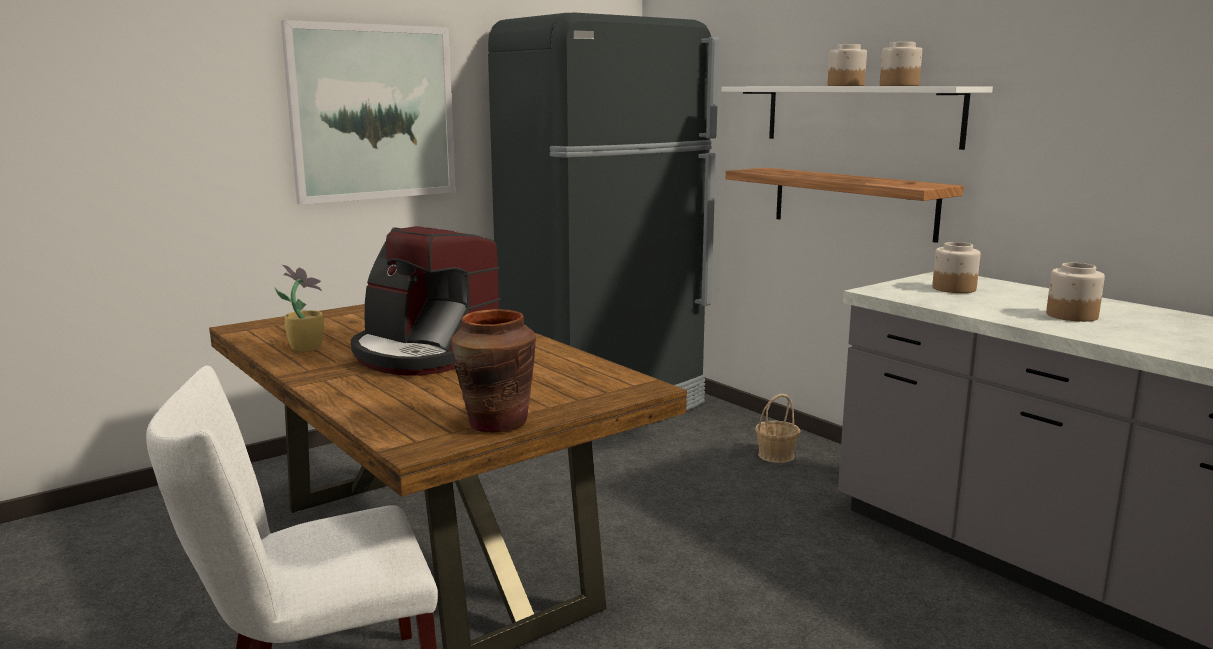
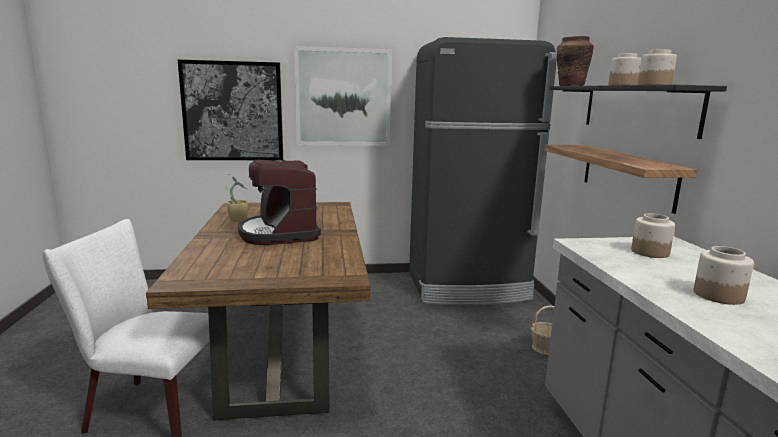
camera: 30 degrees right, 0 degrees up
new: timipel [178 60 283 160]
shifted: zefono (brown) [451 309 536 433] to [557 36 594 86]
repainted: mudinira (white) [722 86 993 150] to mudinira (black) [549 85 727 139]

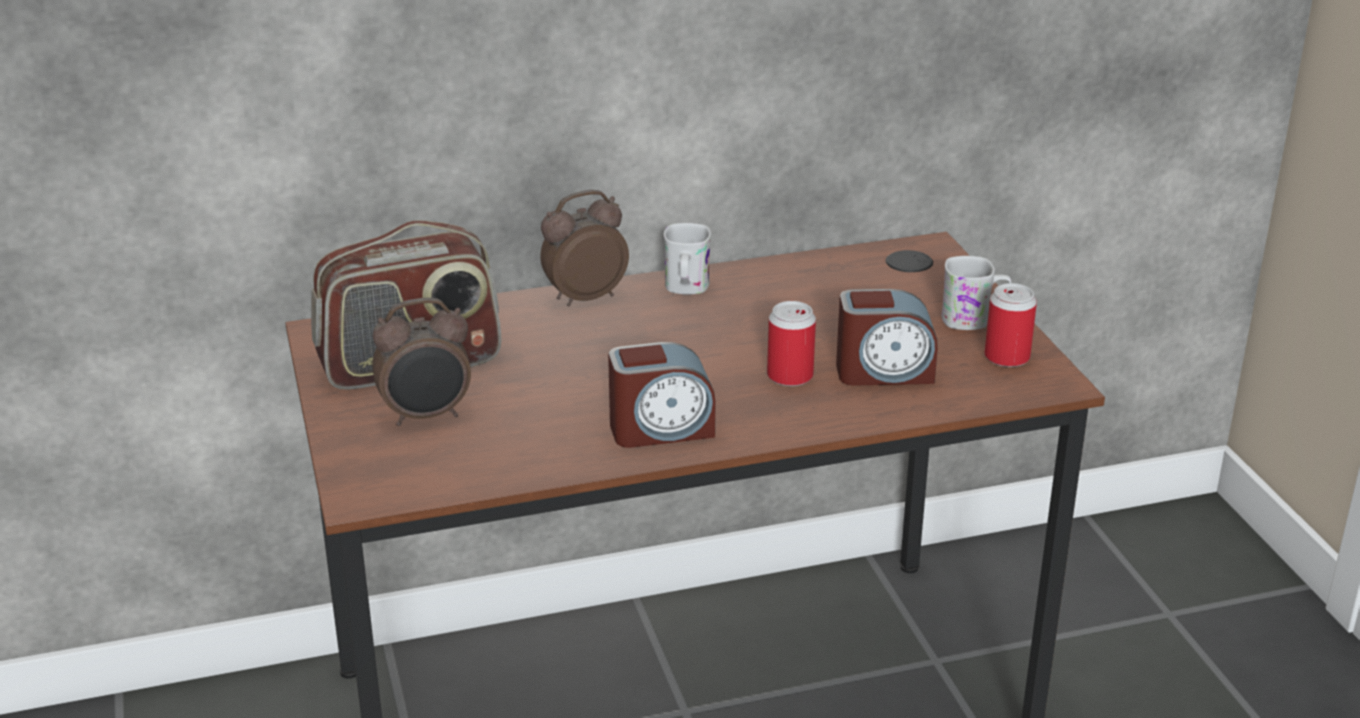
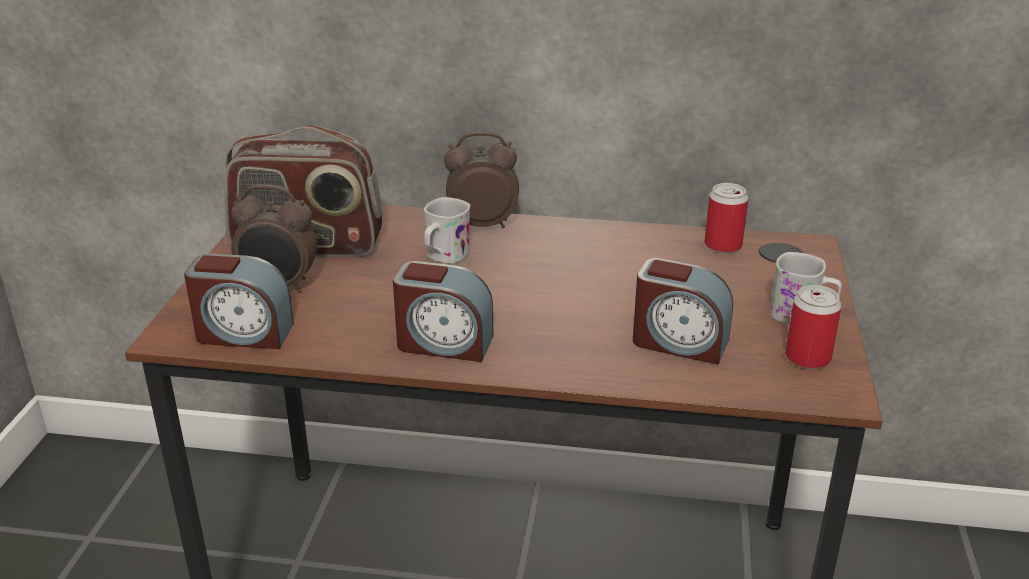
camera: 25 degrees right, 0 degrees up
new: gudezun [184 254 294 349]
shifted: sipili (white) [663 223 711 295] to [424 197 470 264]; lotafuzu [767 301 816 386] to [704 183 748 253]

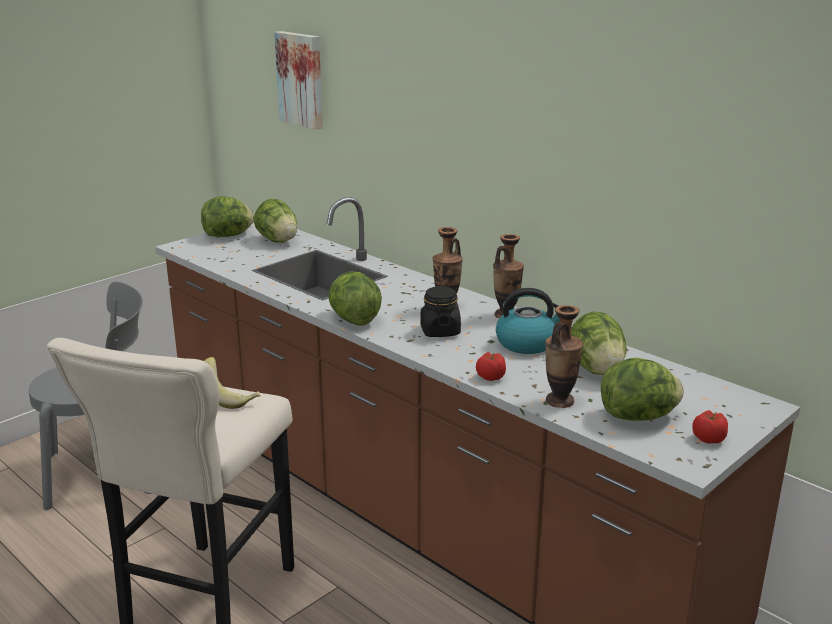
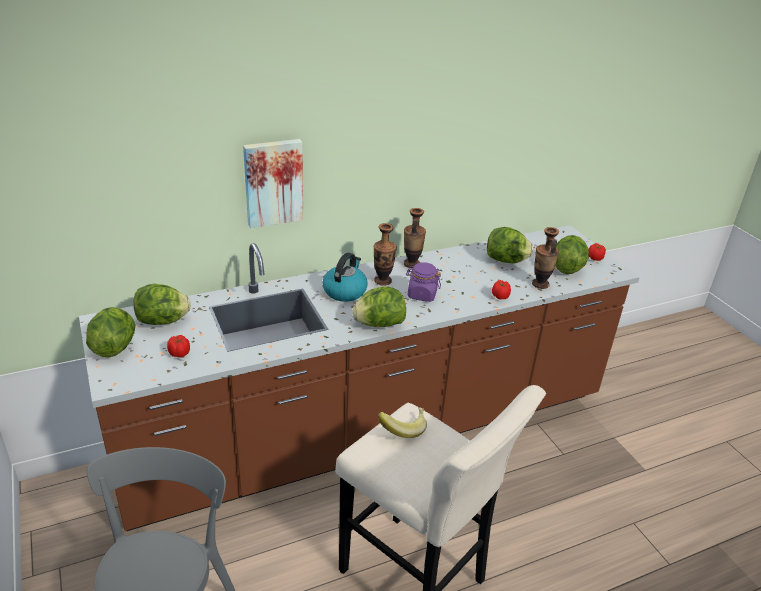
camera: 70 degrees left, 10 degrees up
new: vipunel [167 335 190 357]
shifted: timipel [274 31 323 130] to [243 139 303 228]; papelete [496 288 560 354] to [322 253 368 302]
repainted: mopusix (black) [421 286 461 337] to mopusix (purple) [406 262 441 302]

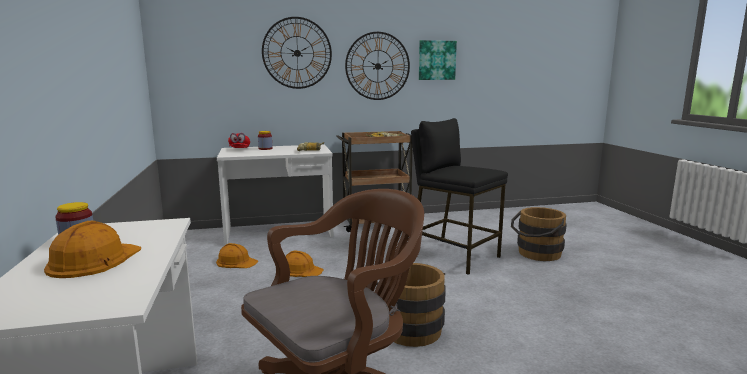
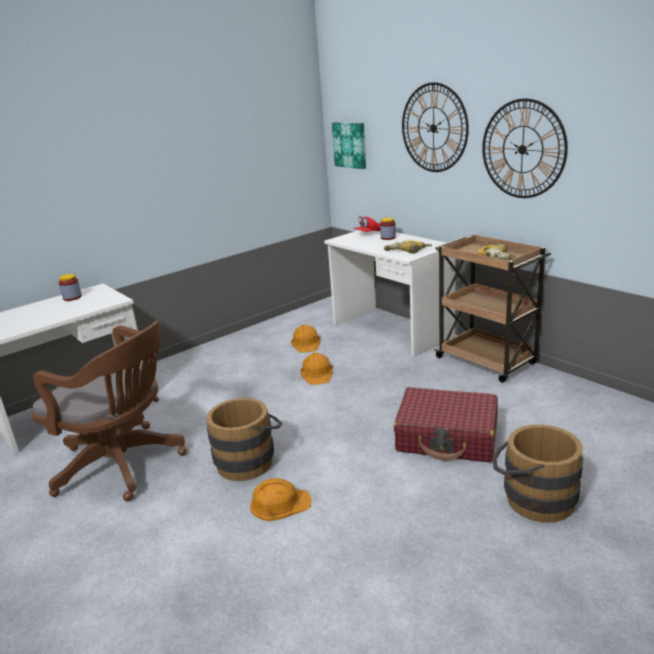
camera: 65 degrees right, 10 degrees up
shifted: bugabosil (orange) [44 221 141 278] to [250 478 311 521]; timipel [419 40 457 80] to [332 122 366 169]
swapped: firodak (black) [411 118 508 275] to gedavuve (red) [394 387 498 462]

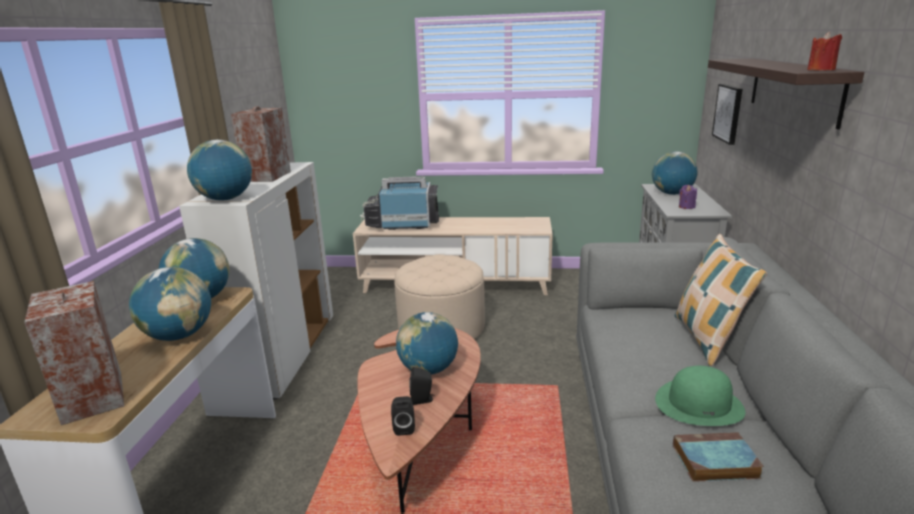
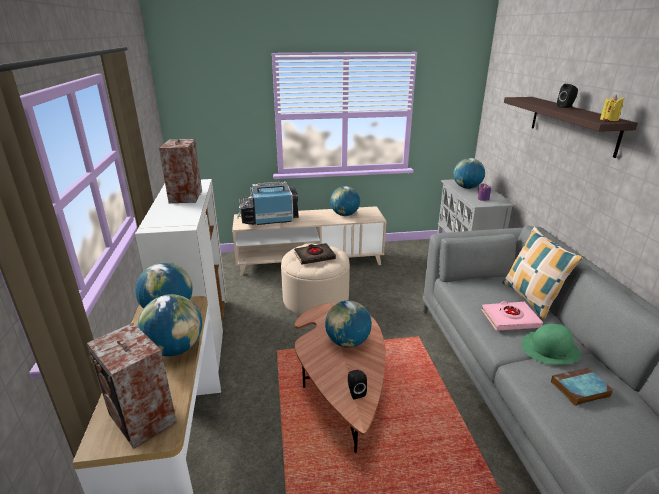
camera: 15 degrees left, 5 degrees up
gone: timipel [712 84 743 145]
new: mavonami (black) [294 243 336 265]; mavonami (pink) [481 301 543 331]
shifted: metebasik [187 140 252 201] to [330 186 360 216]; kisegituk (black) [409 367 435 405] to [557 84 578 108]
repainted: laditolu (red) [807 32 842 70] to laditolu (yellow) [600 95 624 121]

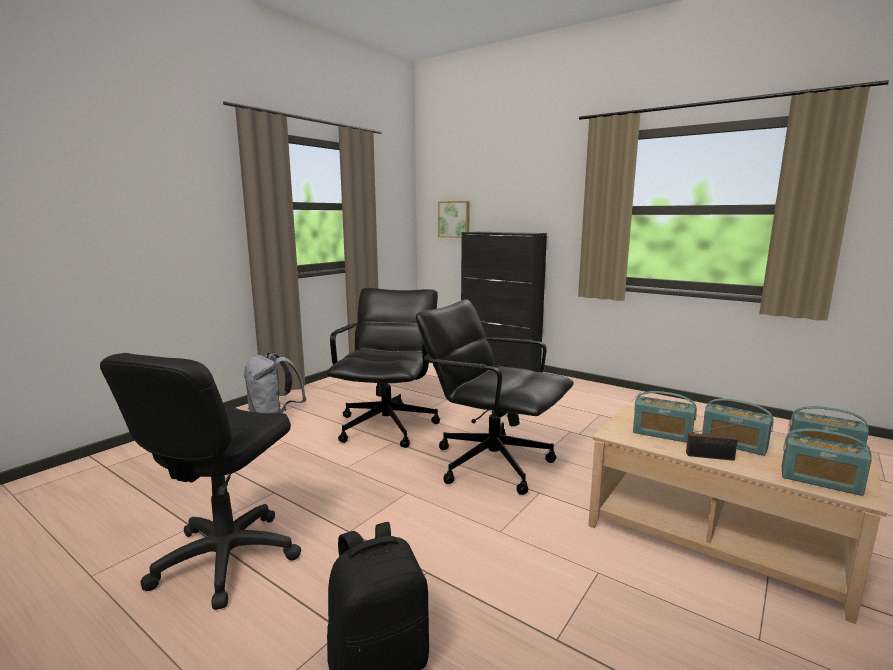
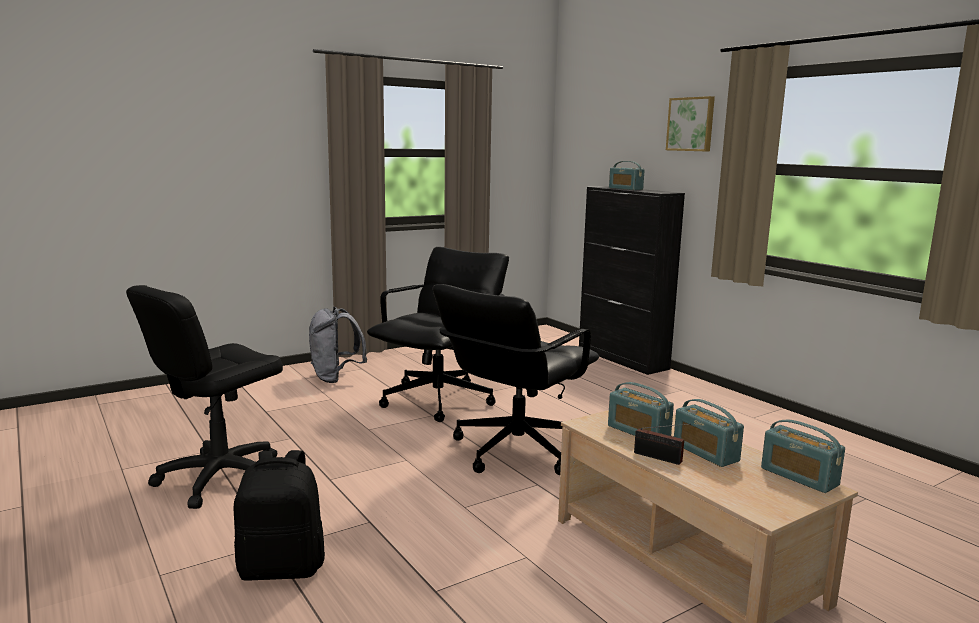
camera: 20 degrees right, 0 degrees up
shifted: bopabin [782 428 872 496] to [609 161 645 190]; timipel [438 201 470 238] to [666 96 715 152]
rotated: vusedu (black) [416 299 574 495] = [433 284 599 475] 105 degrees counterclockwise

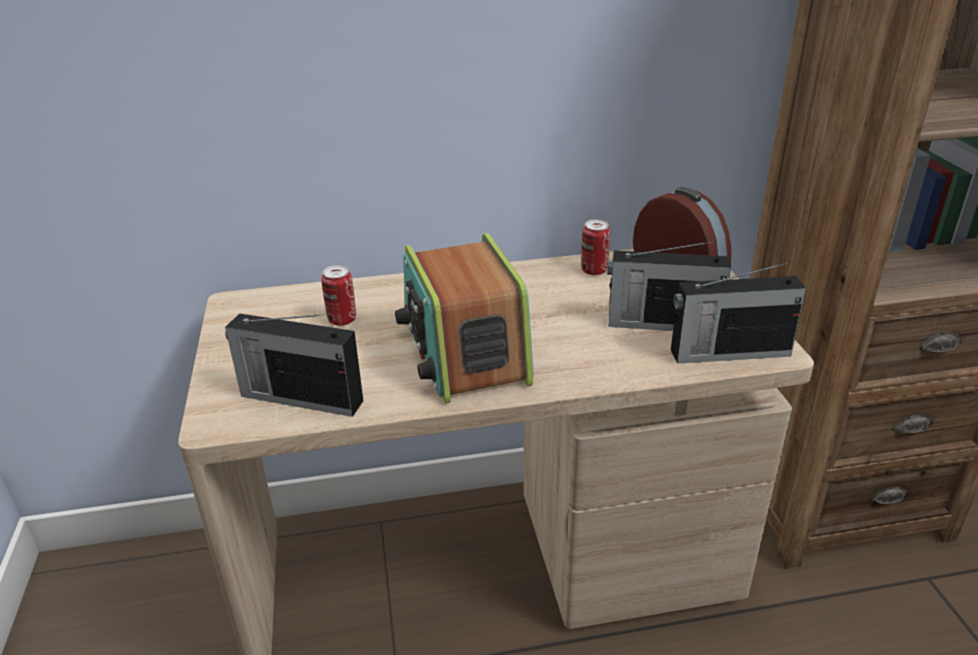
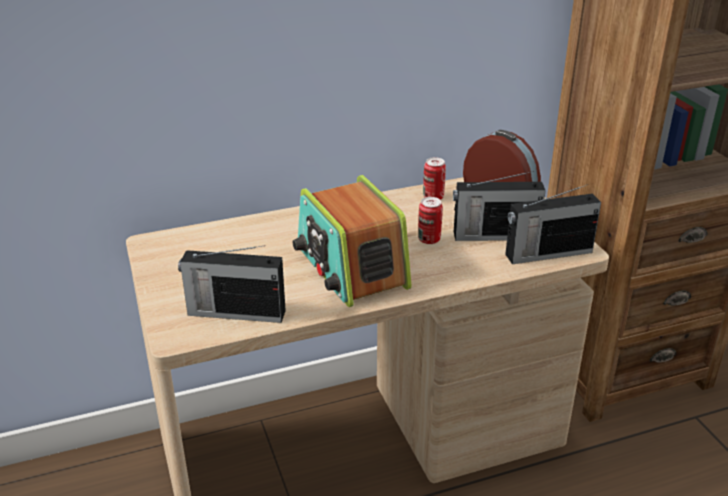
camera: 10 degrees left, 0 degrees up
shifted: lotafuzu [321 265 356 326] to [418 197 443 244]

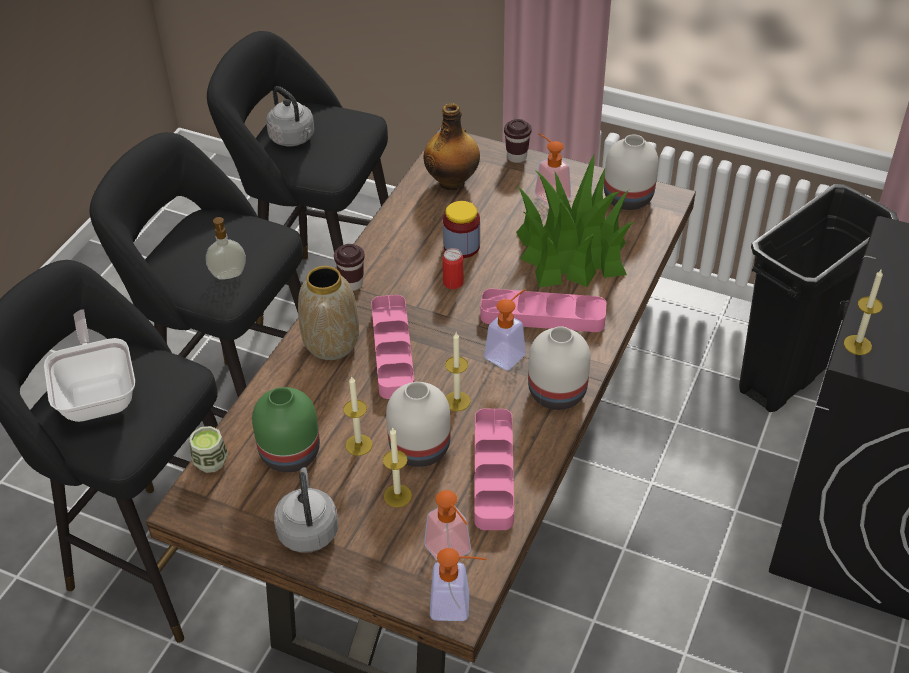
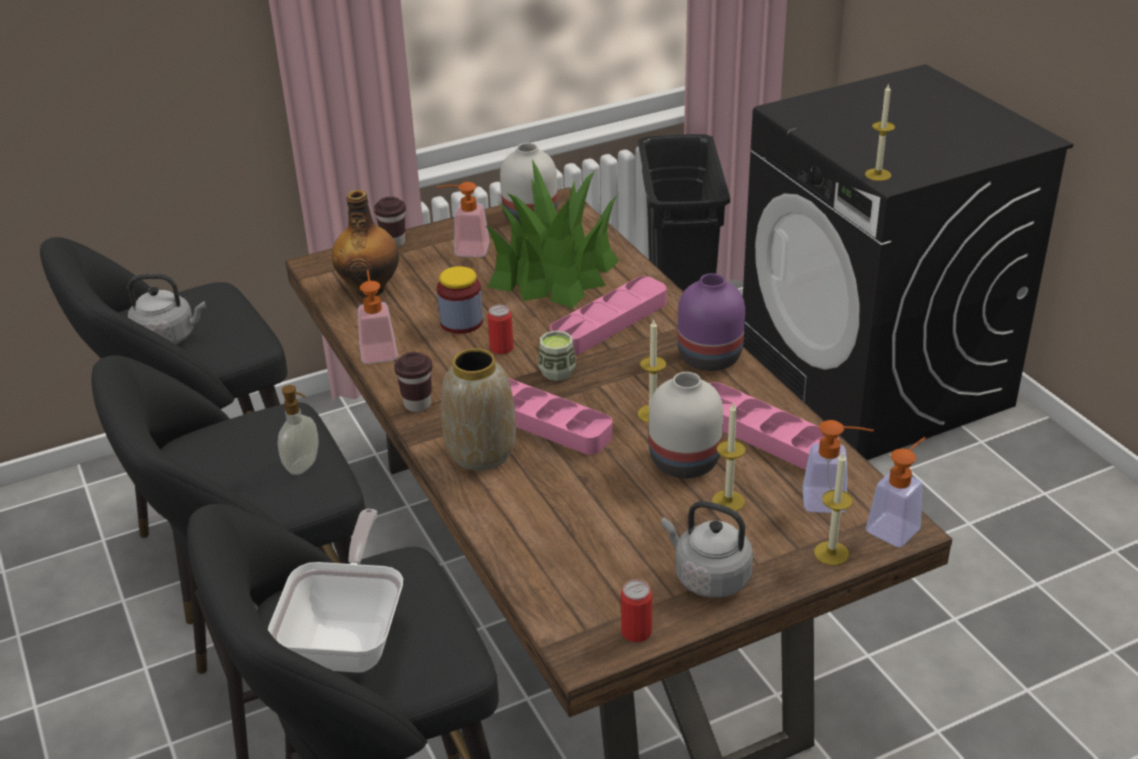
camera: 50 degrees left, 10 degrees down
gone: zefono (green) [252 387 320 473]
new: lotafuzu [621 580 652 642]
shifted: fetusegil [484 289 526 370] to [358 270 398 364]; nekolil [189 426 228 473] to [538 331 576 381]; laditolu [343 377 373 456] to [814 453 853 565]
repainted: zefono (white) [528 326 590 410] to zefono (purple) [678 273 745 371]
rotated: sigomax [44 310 135 422] = [268 509 403 673] 75 degrees clockwise

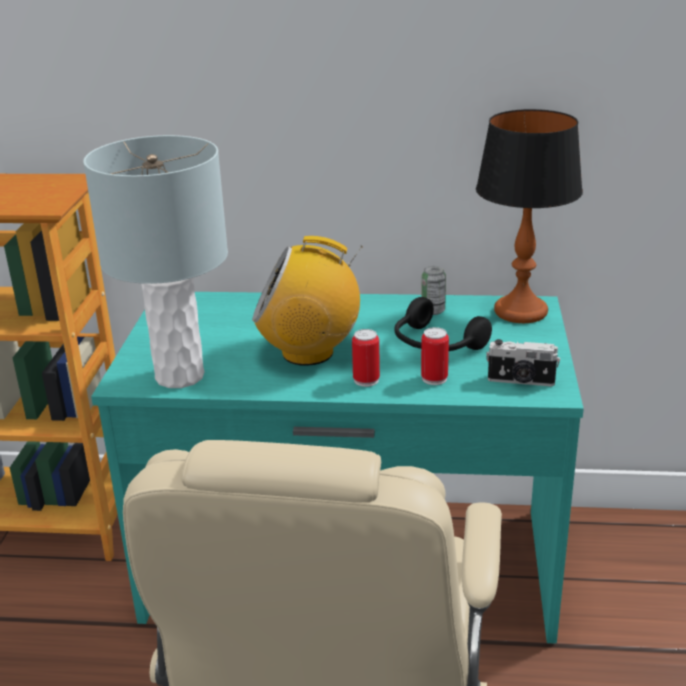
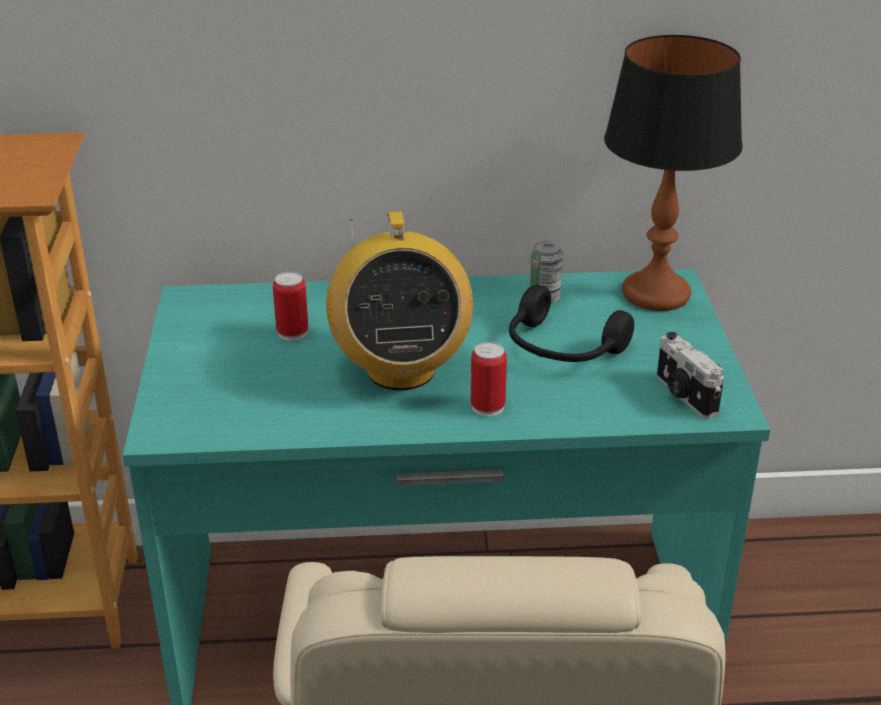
camera: 10 degrees left, 5 degrees up
gone: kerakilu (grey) [83 135 228 388]
shifted: lotafuzu [421 327 449 385] to [273 272 308 341]
rotated: bopabin [252 236 363 366] = [326 211 473 390] 90 degrees counterclockwise; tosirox [486 339 560 386] = [657 332 724 419] 60 degrees clockwise

